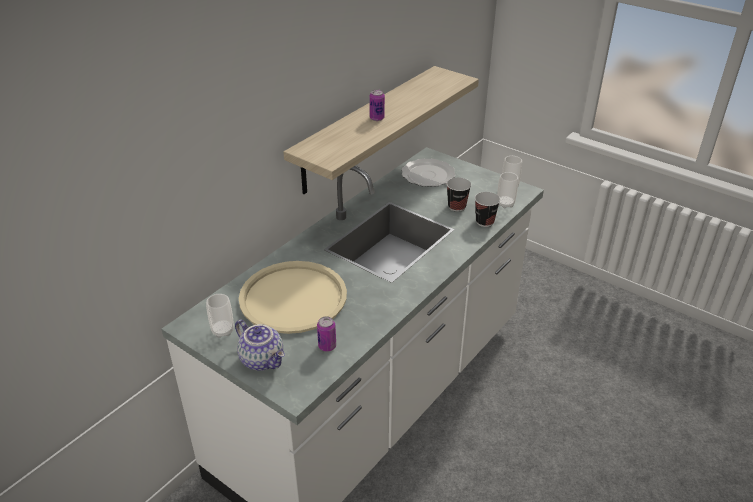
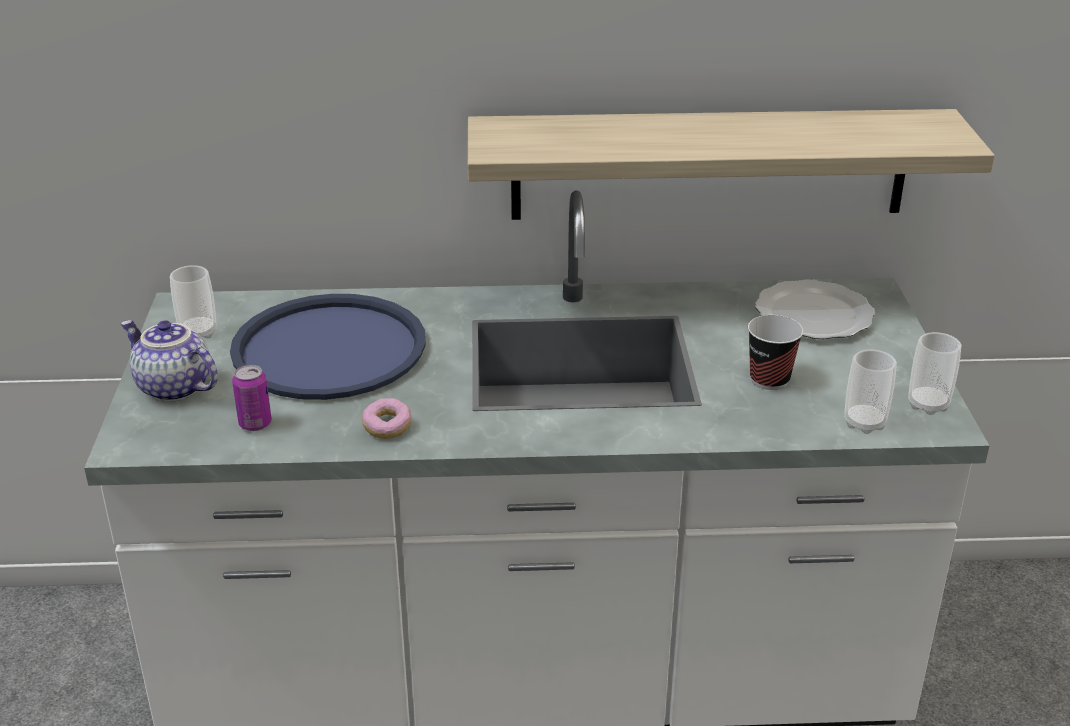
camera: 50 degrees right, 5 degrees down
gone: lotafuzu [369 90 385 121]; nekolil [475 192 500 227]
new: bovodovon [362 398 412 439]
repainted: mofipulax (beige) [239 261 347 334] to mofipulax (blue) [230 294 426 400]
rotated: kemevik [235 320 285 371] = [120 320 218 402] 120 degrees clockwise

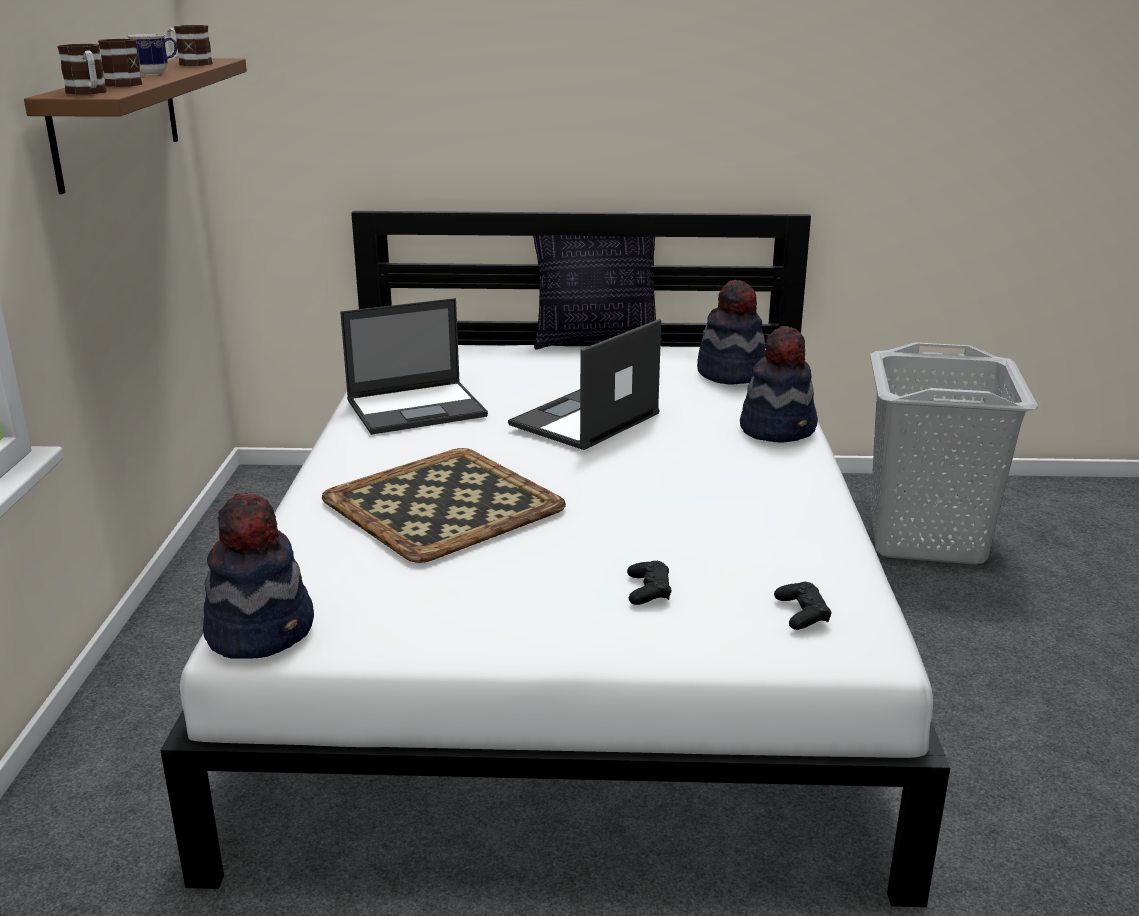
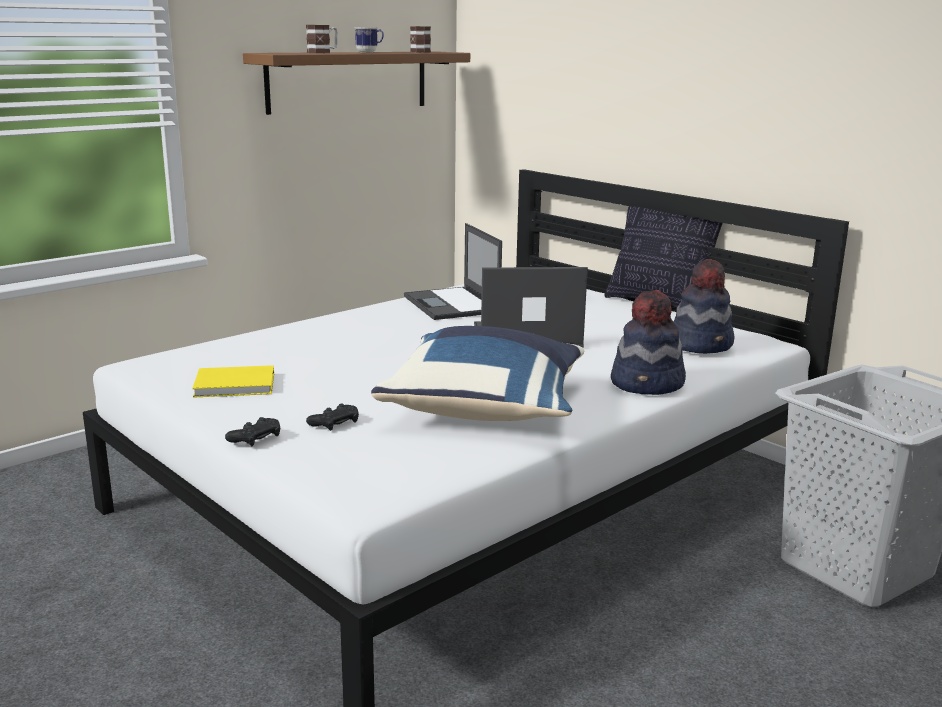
camera: 45 degrees right, 5 degrees down
gone: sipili [57 44 107 95]; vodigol [203 492 314 659]; mofipulax [322 448 566 563]
new: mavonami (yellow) [192 365 274 398]; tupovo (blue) [371 326 584 421]
shifted: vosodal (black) [774 582 832 630] to [225 417 281 446]
rotated: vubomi [340 298 488 435] = [404 223 502 320] 45 degrees clockwise

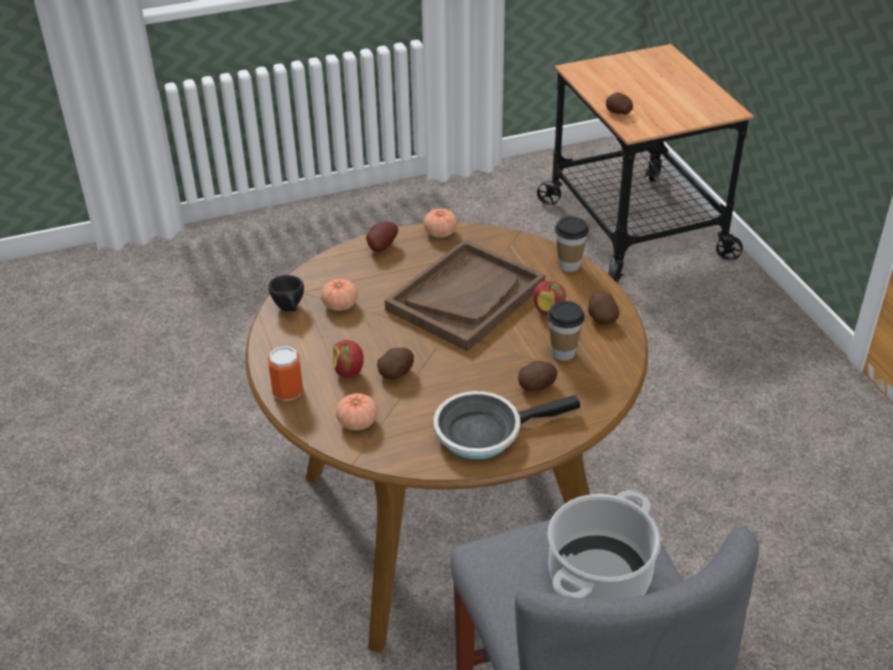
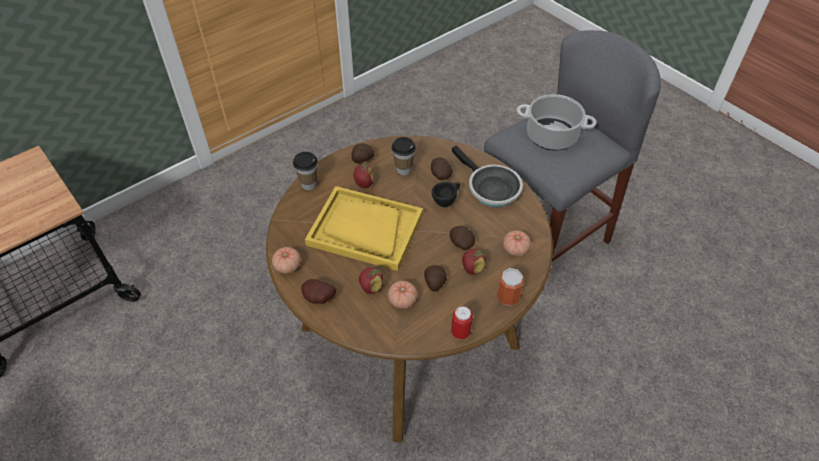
camera: 110 degrees left, 10 degrees up
new: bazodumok [359 267 383 294]; lotafuzu [451 306 473 339]
shifted: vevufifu [606 92 633 114] to [424 265 447 292]; nekolil (black) [268 275 304 312] to [432 182 460 207]
repainted: mofipulax (brown) [385 239 545 351] to mofipulax (yellow) [305 186 423 271]

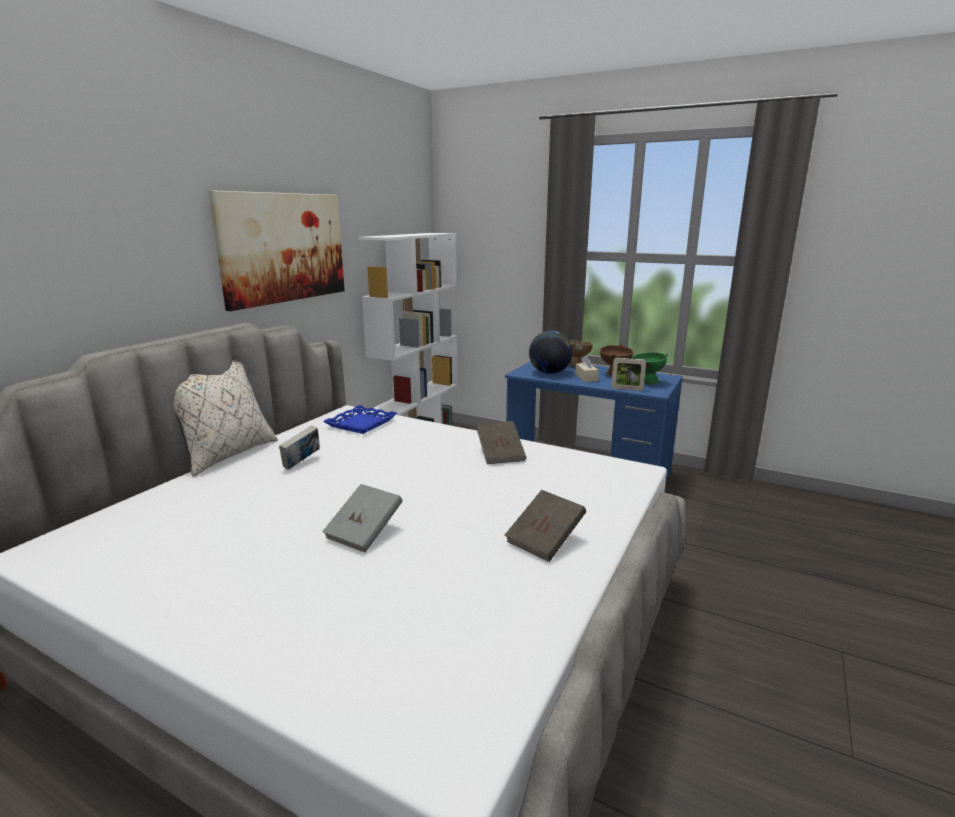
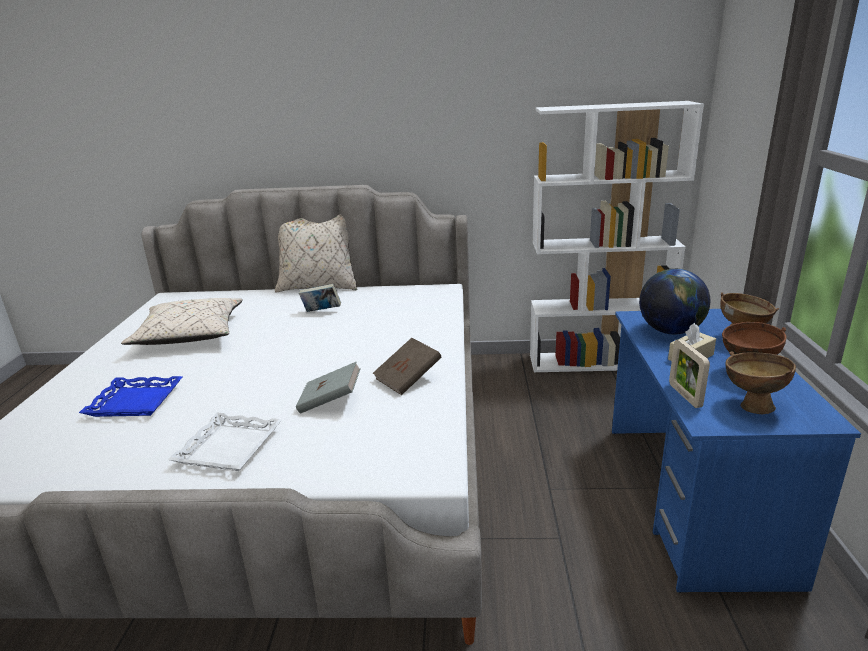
camera: 65 degrees right, 5 degrees up
gone: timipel [208 190 345 311]
new: tupovo (beige) [121 298 243 345]
shifted: mofipulax (blue) [323 405 397 434] to [79 376 182 417]; mavonami (grey) [322 484 402 553] to [296 362 361 413]
swapped: mavonami (brown) [505 490 586 562] to mofipulax (white) [168 412 282 471]
repainted: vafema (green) [631 352 668 384] to vafema (brown) [725 351 796 415]

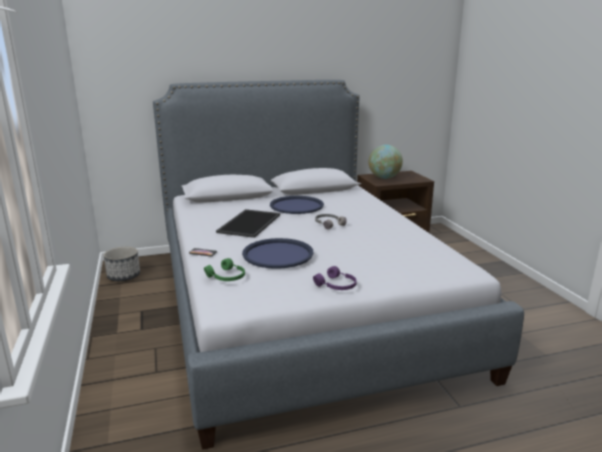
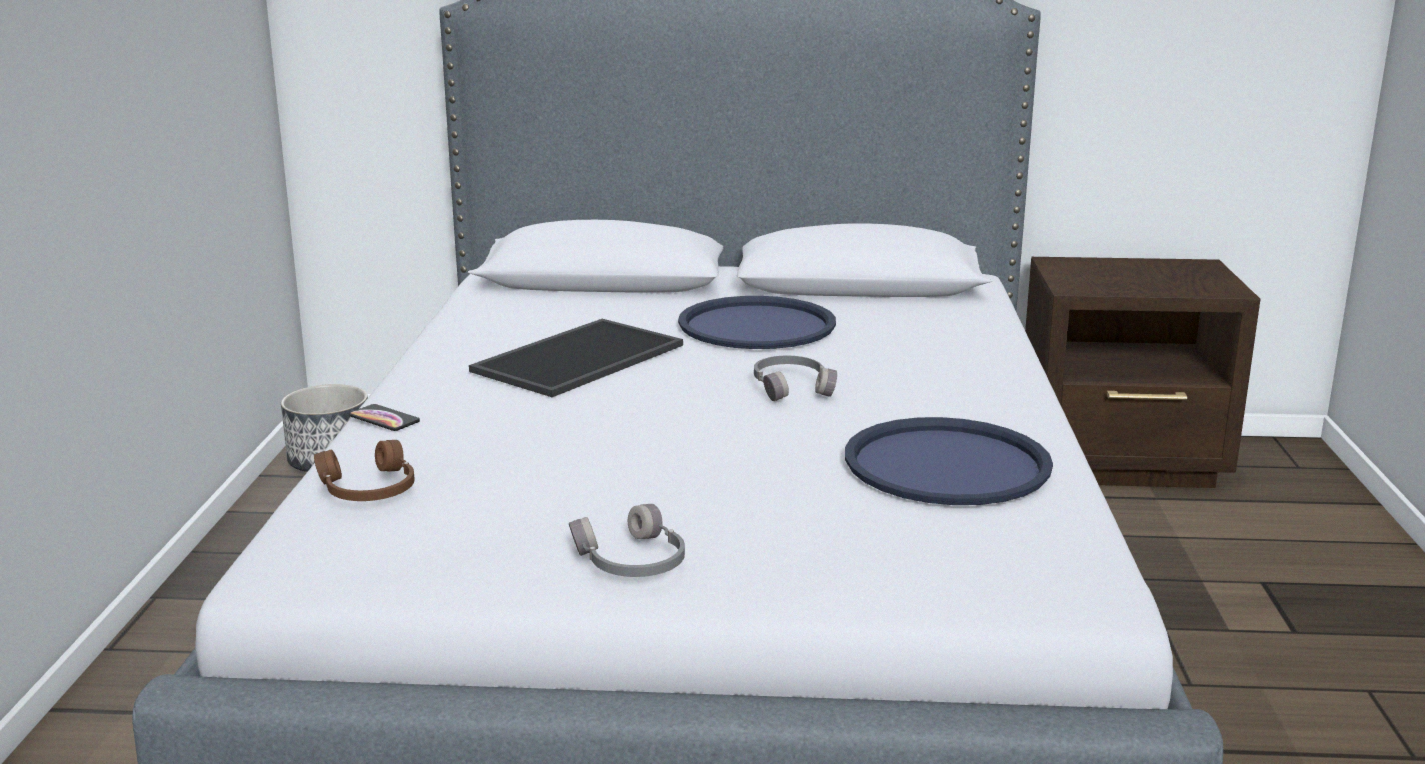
camera: 20 degrees right, 0 degrees up
gone: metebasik [369 145 403 179]
shifted: mofipulax (blue) [242 238 313 269] to [845 417 1053 505]
repainted: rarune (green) [204 258 245 281] to rarune (brown) [314 440 415 501]; rarune (purple) [313 266 357 290] to rarune (grey) [569 504 685 577]

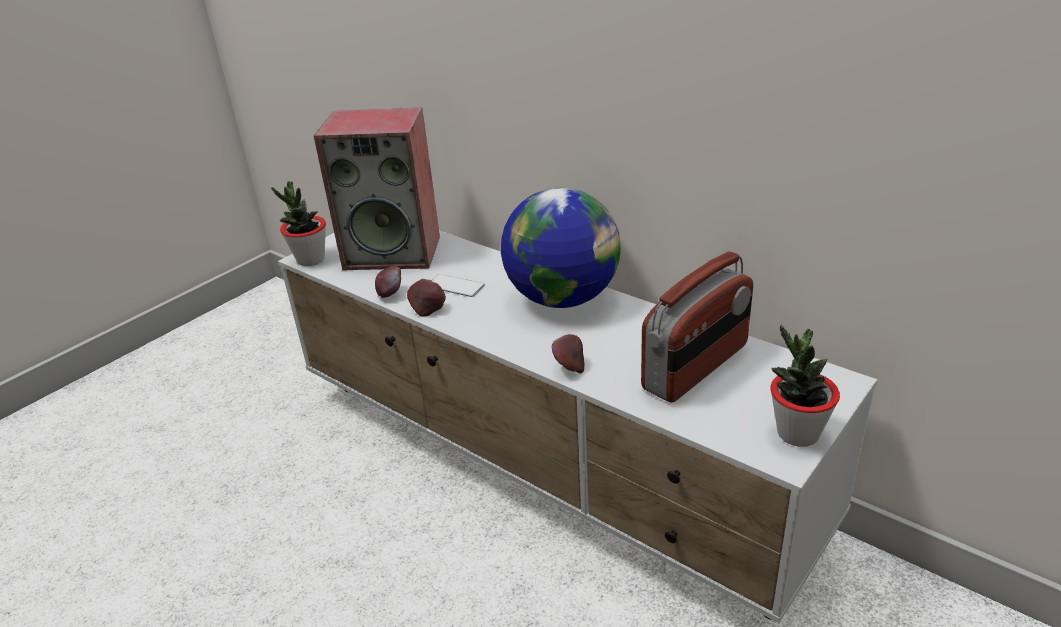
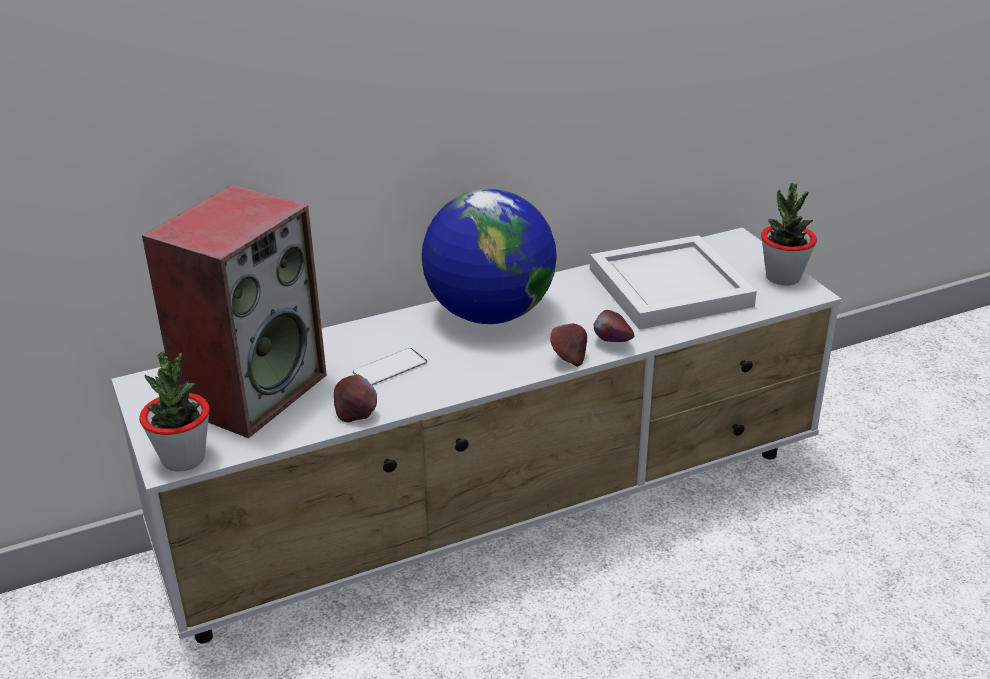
camera: 65 degrees left, 0 degrees up
shifted: bazodumok [407 279 446 317] to [550 323 587 367]
swapped: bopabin [641 251 753 402] to mofipulax (white) [590 235 757 330]

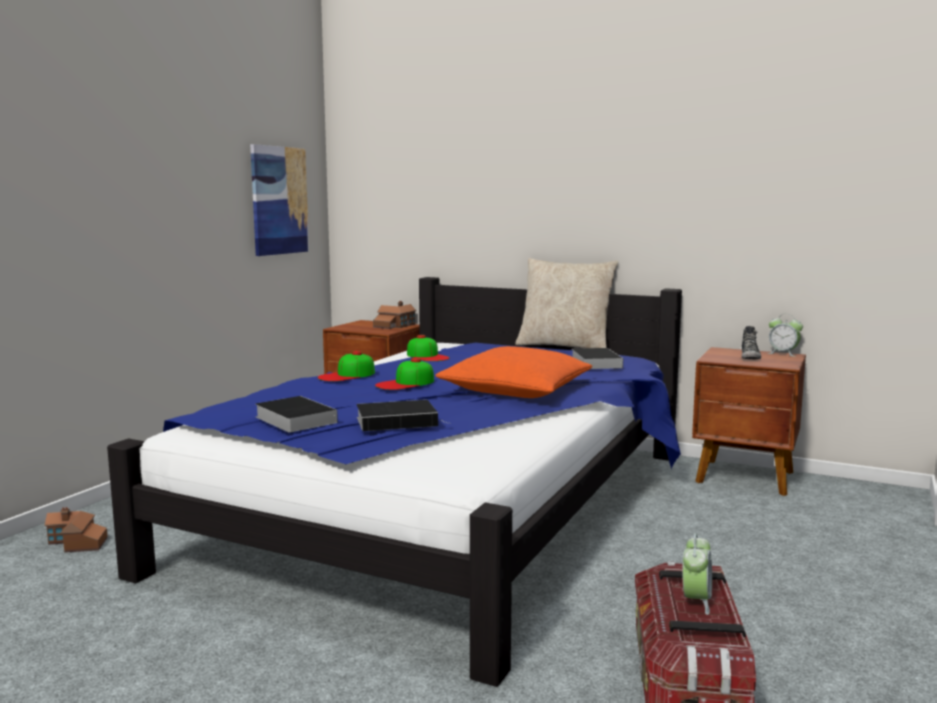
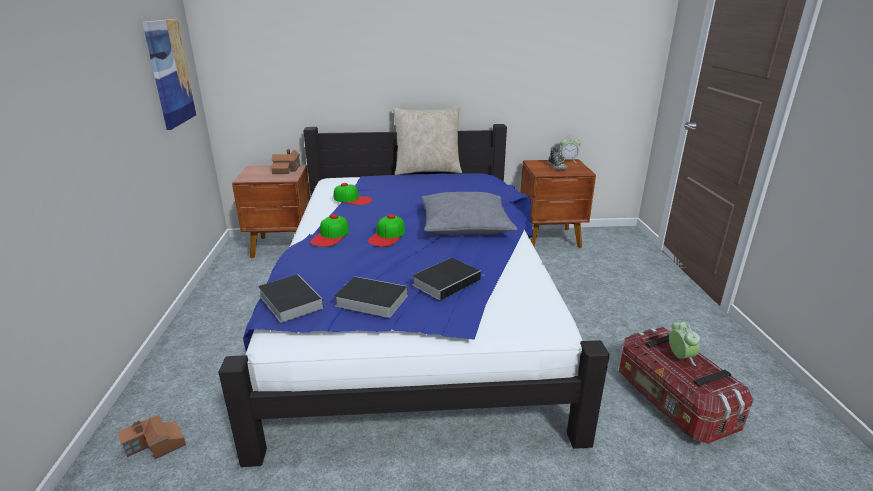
camera: 30 degrees left, 15 degrees up
shifted: mavonami [572 348 623 369] to [258 274 324 323]
repainted: tupovo (orange) [435 346 592 398] to tupovo (grey) [421 192 517 235]

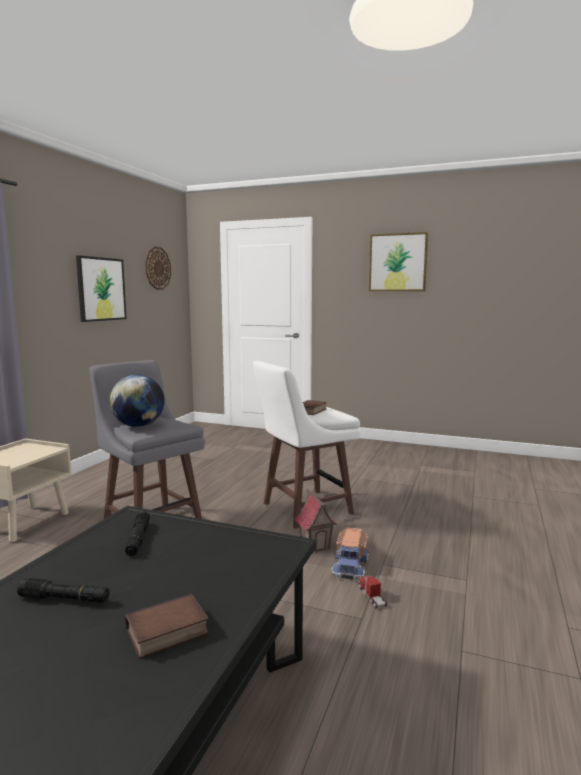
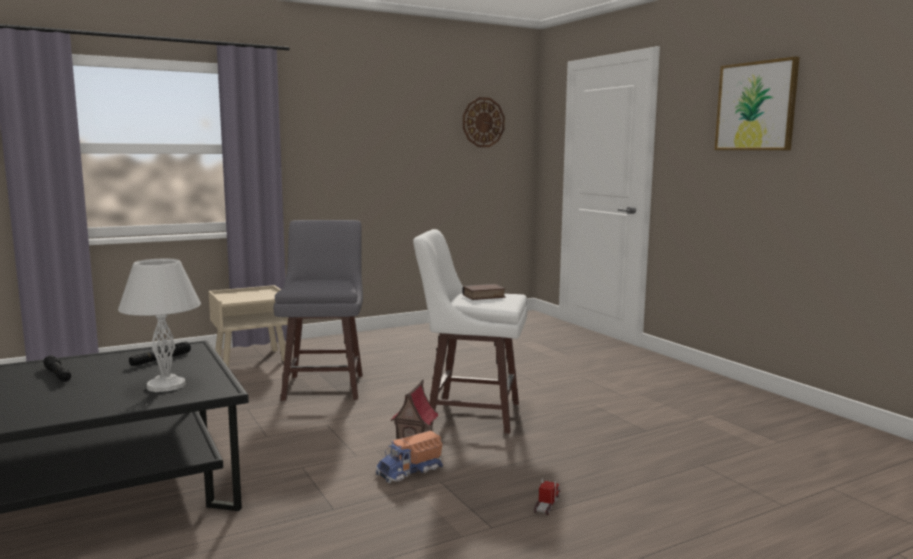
camera: 40 degrees right, 0 degrees up
gone: timipel [76 255 127 322]; metebasik [110 375 165 427]; mavonami [125 593 209 659]
new: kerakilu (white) [118 258 201 392]
shifted: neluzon [358 575 387 608] to [534 478 560 515]

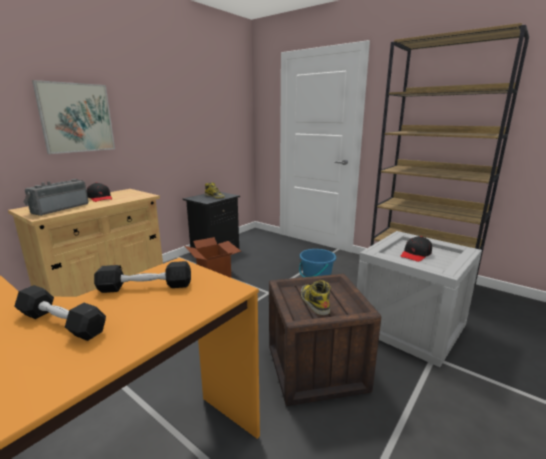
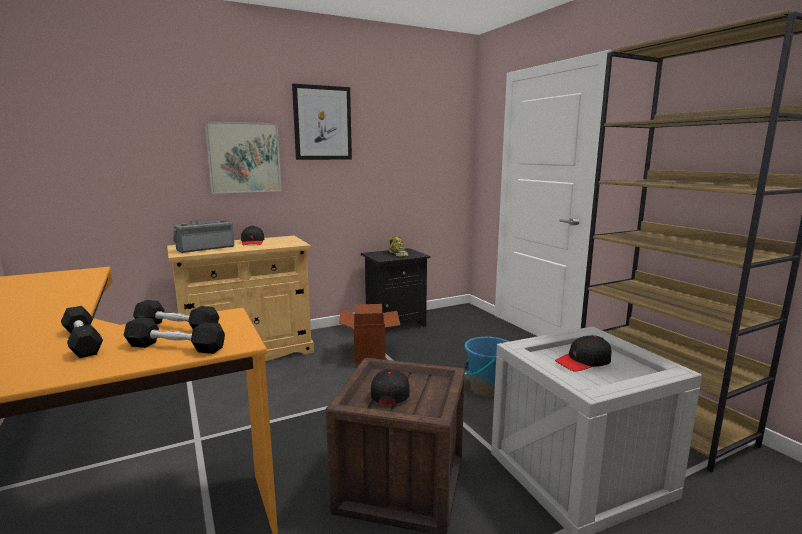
camera: 25 degrees right, 5 degrees down
new: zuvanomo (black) [124 317 225 354]; timipel [292 84 352 160]
swapped: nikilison [301 280 331 315] to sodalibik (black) [371 369 410 404]

